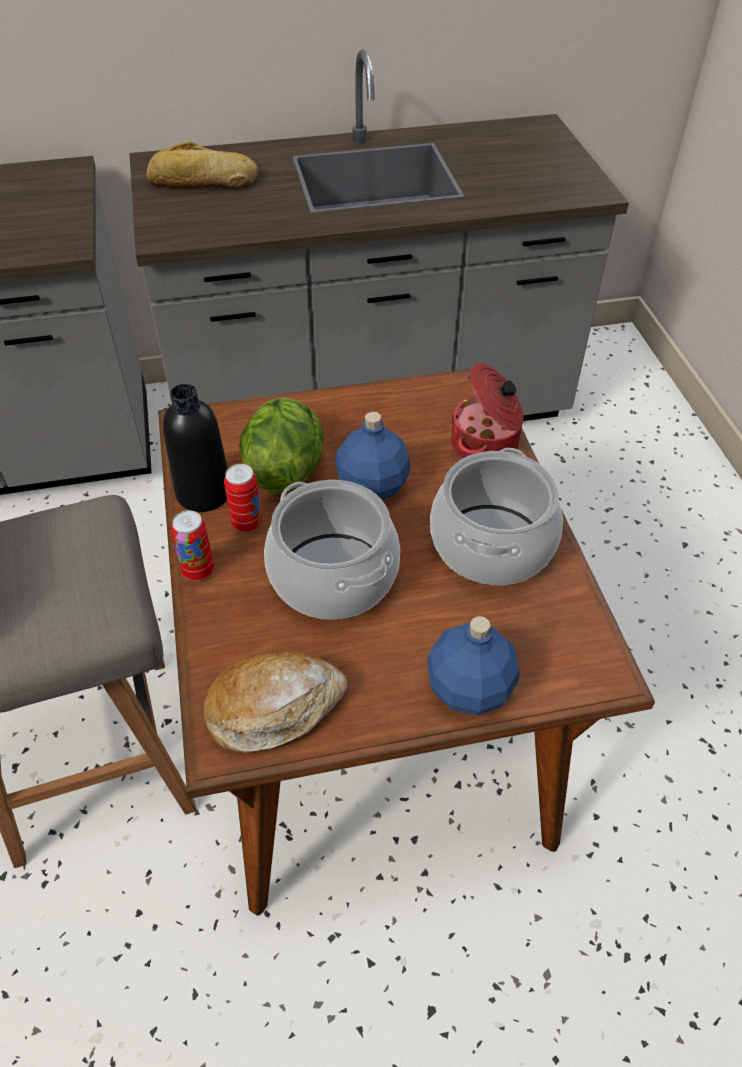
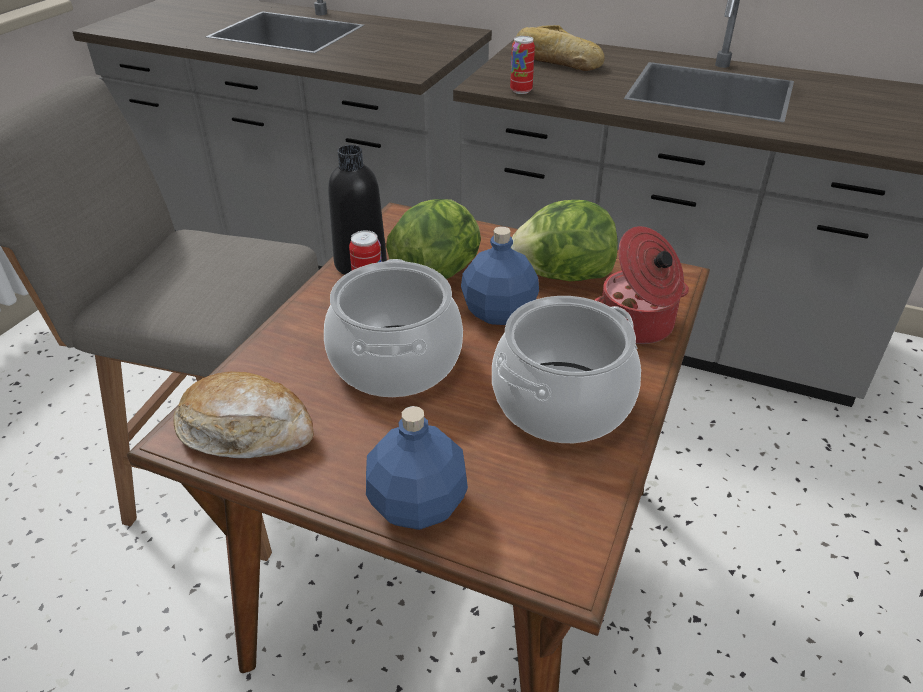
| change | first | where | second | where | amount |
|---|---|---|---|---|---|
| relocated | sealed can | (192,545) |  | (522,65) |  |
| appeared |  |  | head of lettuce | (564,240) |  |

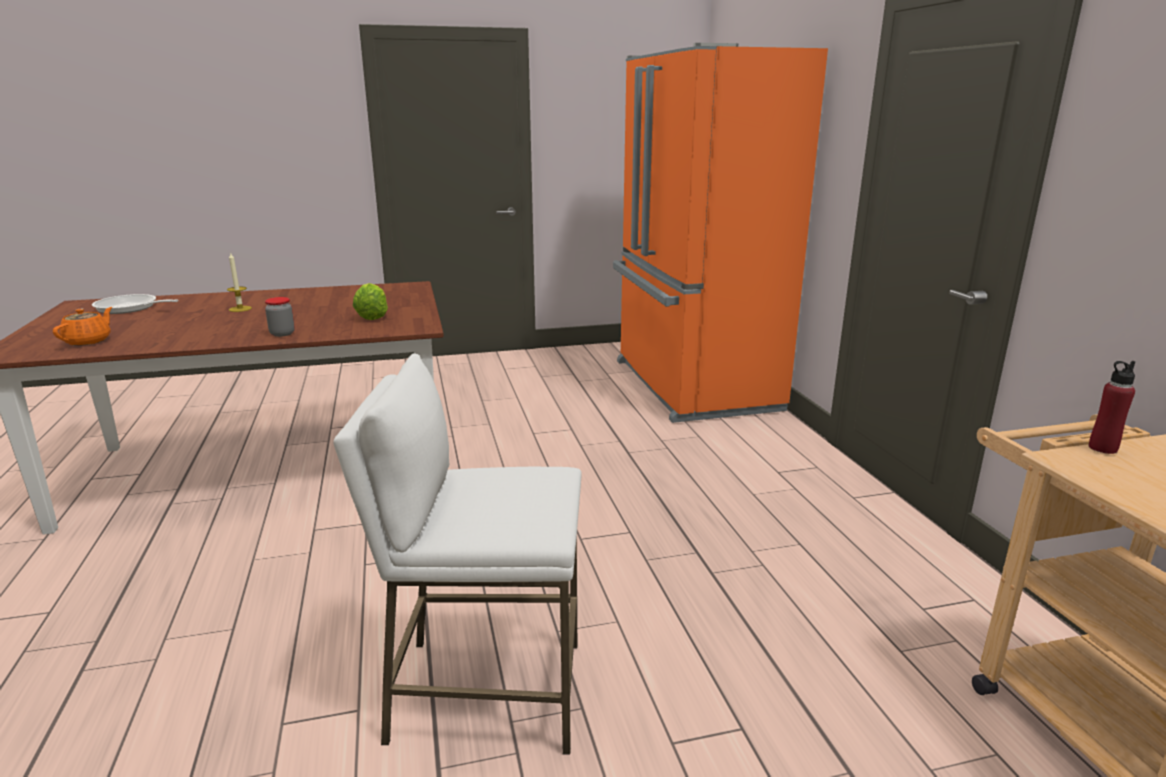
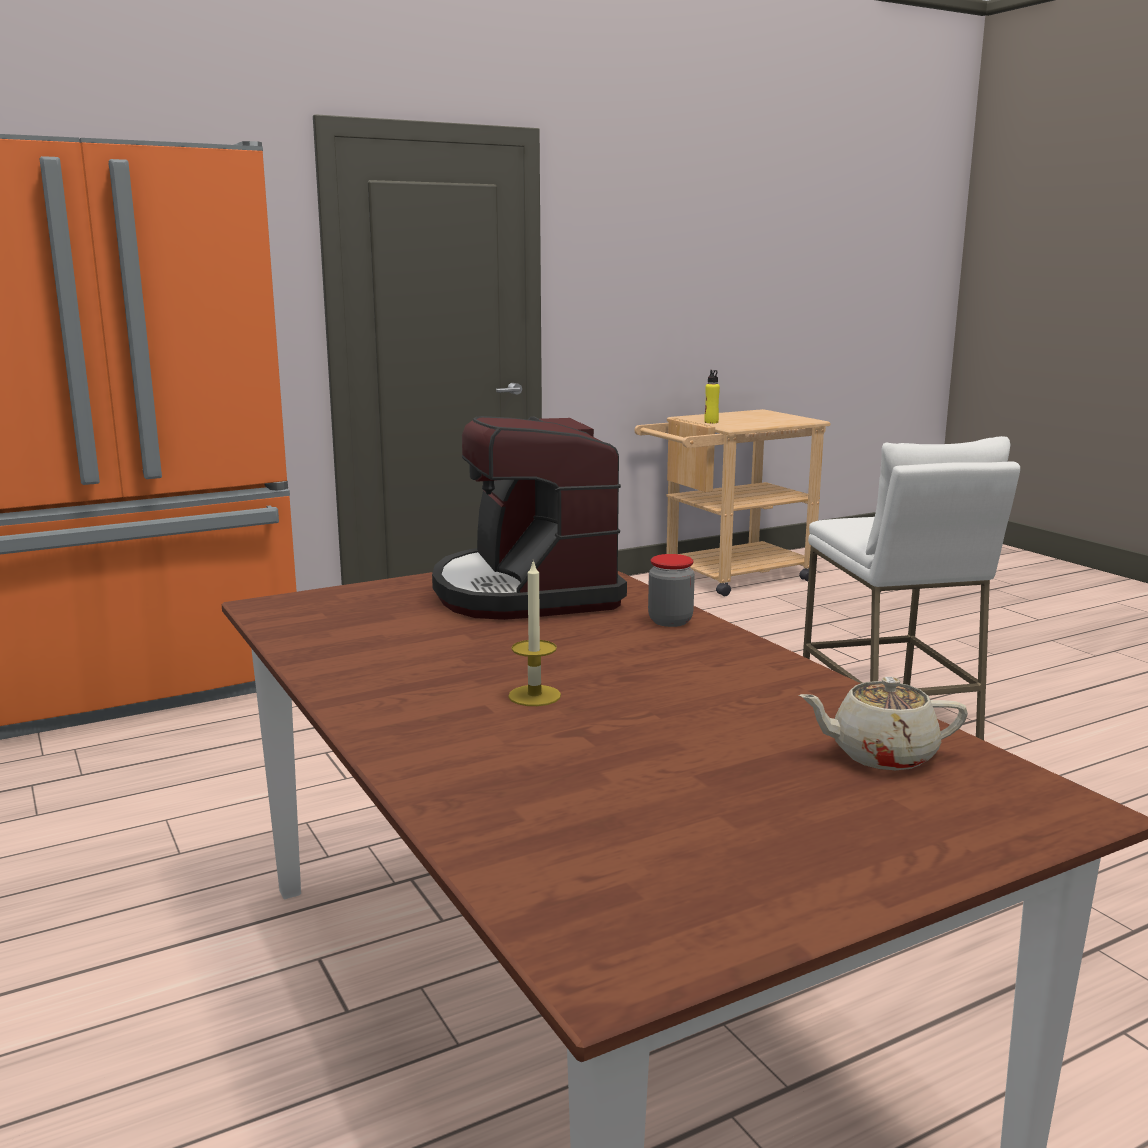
| change | first | where | second | where | amount |
|---|---|---|---|---|---|
| exchanged | head of lettuce | (370,301) | coffee brewer | (529,518) |  |
| missing | frying pan | (135,304) |  |  |  |
| colour | teapot/orange-coloured | (82,326) | teapot/sand-coloured | (883,723) |  |
| colour | bottle/reddish | (1112,407) | bottle/yellow | (712,396) |  |

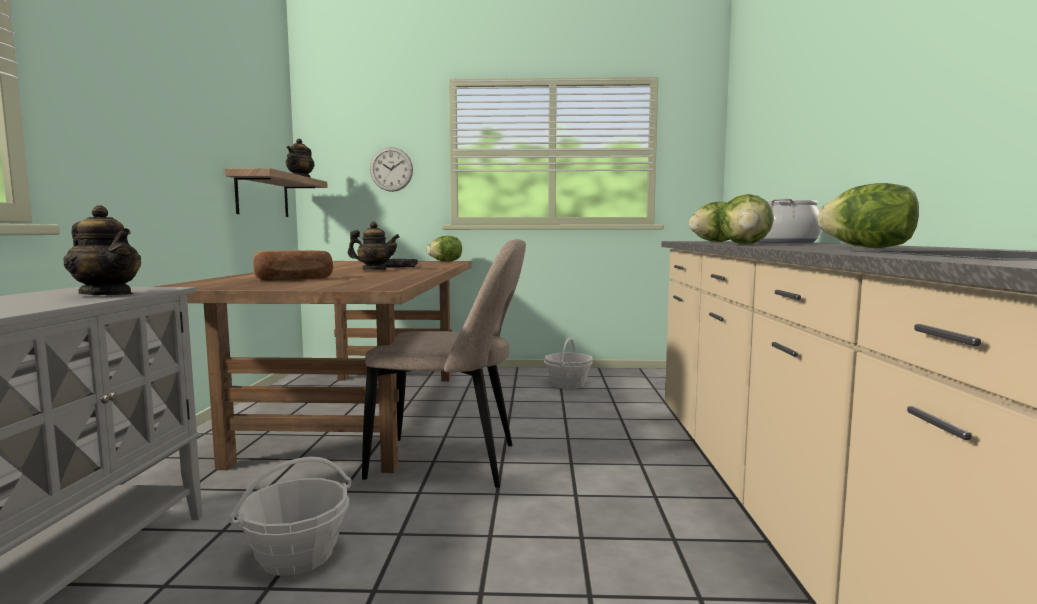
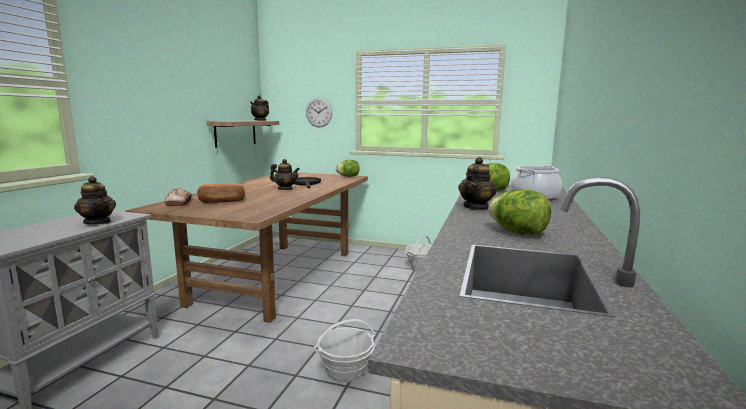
| change | first | where | second | where | amount |
|---|---|---|---|---|---|
| exchanged | head of lettuce | (746,219) | teapot | (477,183) |  |
| missing | chair/sand-coloured | (444,363) |  |  |  |
| relocated | basket | (290,516) |  | (345,351) |  |
| appeared |  |  | bakery bread | (178,197) |  |

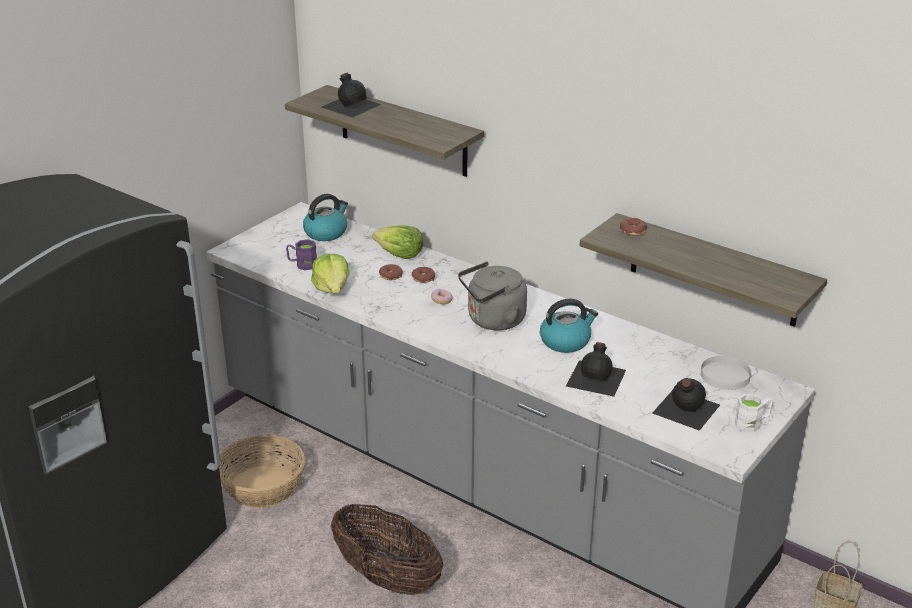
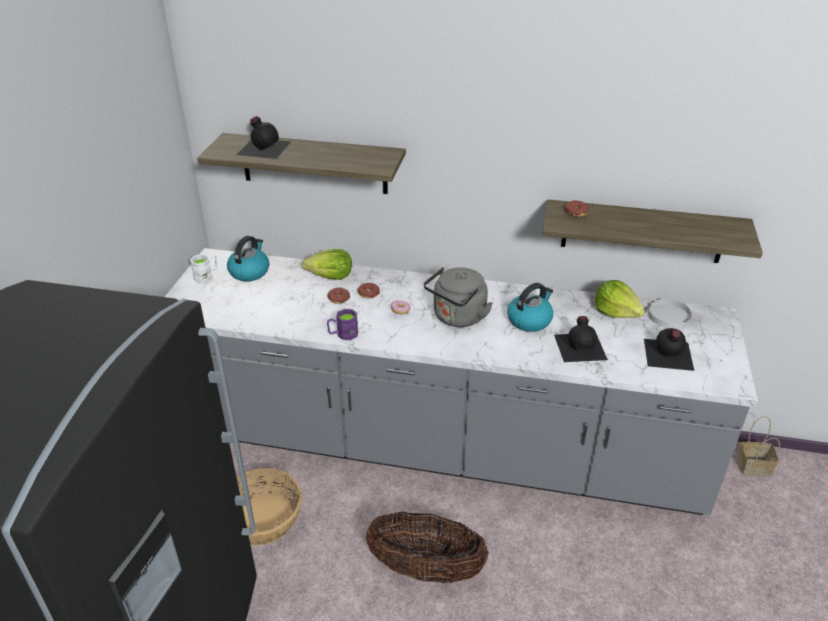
| change | first | where | second | where | amount |
|---|---|---|---|---|---|
| relocated | coffee mug/purple-coloured | (301,254) |  | (342,324) |  |
| relocated | head of lettuce | (330,274) |  | (620,299) |  |
| relocated | coffee mug/white | (753,413) |  | (204,268) |  |

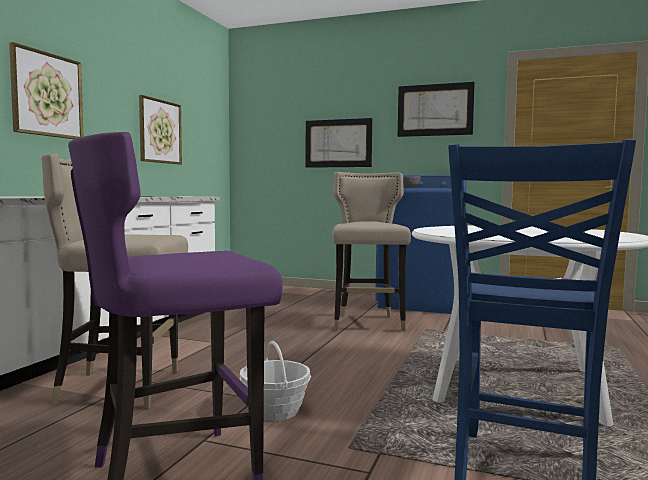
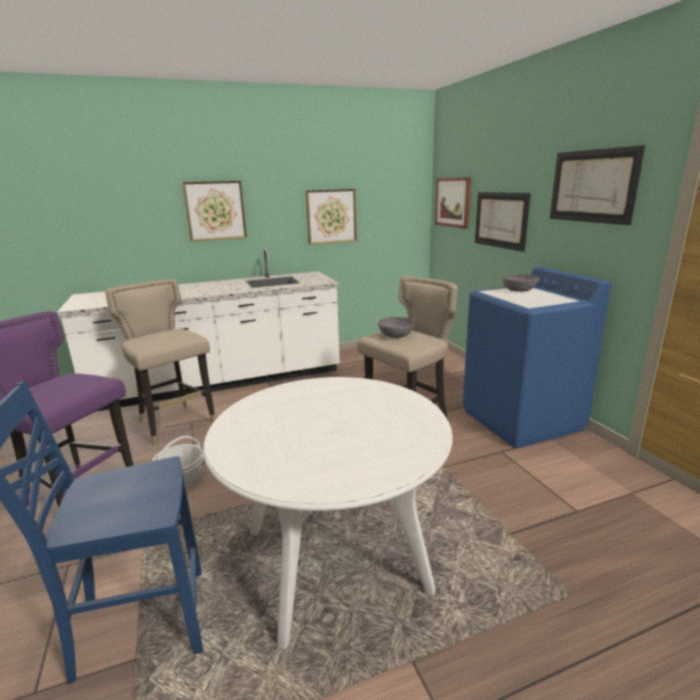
| change | first | where | second | where | amount |
|---|---|---|---|---|---|
| appeared |  |  | picture | (453,203) |  |
| appeared |  |  | serving bowl/greyish | (396,327) |  |

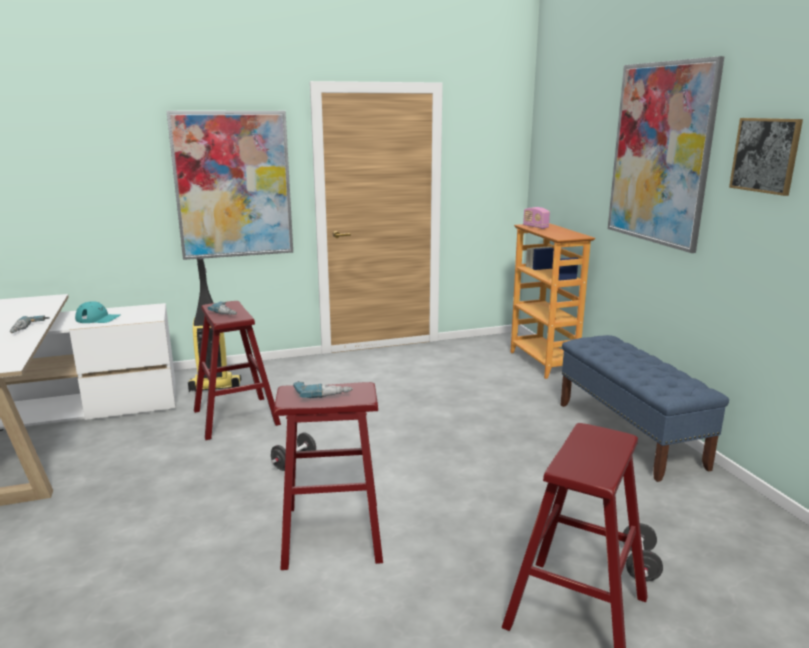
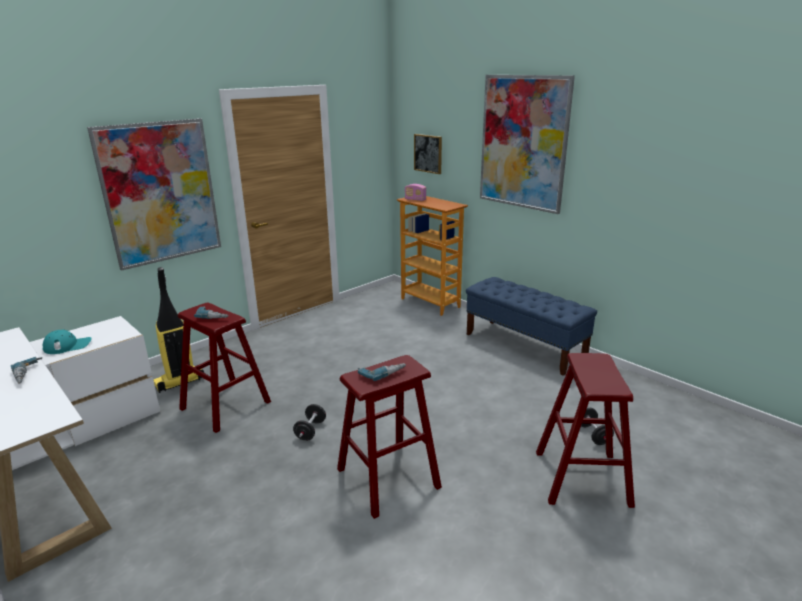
| change | first | where | second | where | amount |
|---|---|---|---|---|---|
| relocated | picture | (766,157) |  | (428,154) |  |

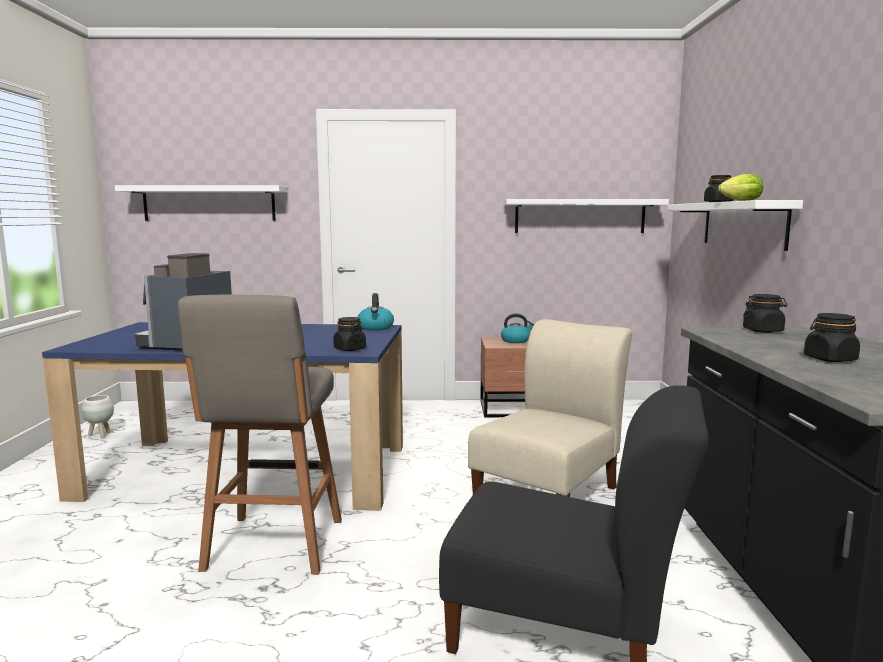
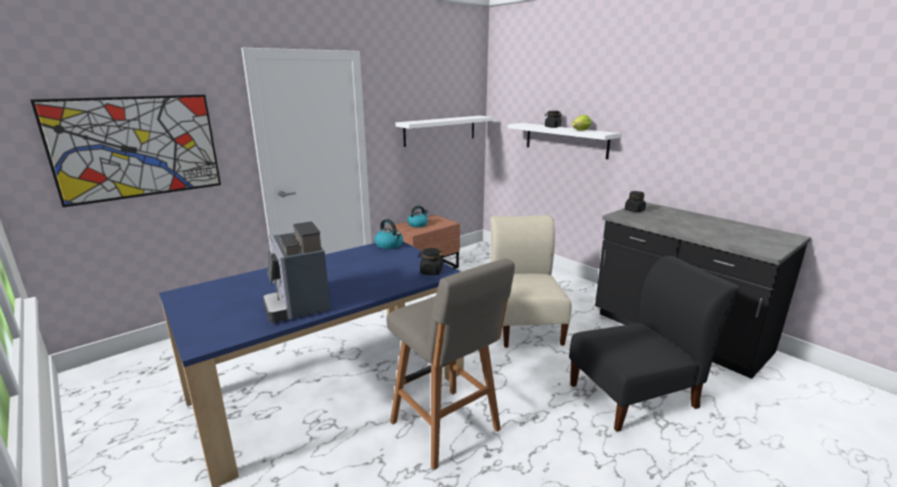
| change | first | where | second | where | amount |
|---|---|---|---|---|---|
| exchanged | wall shelf/white | (201,203) | picture | (125,151) |  |
| missing | storage jar/blackish | (832,337) |  |  |  |
| missing | planter/white | (98,416) |  |  |  |

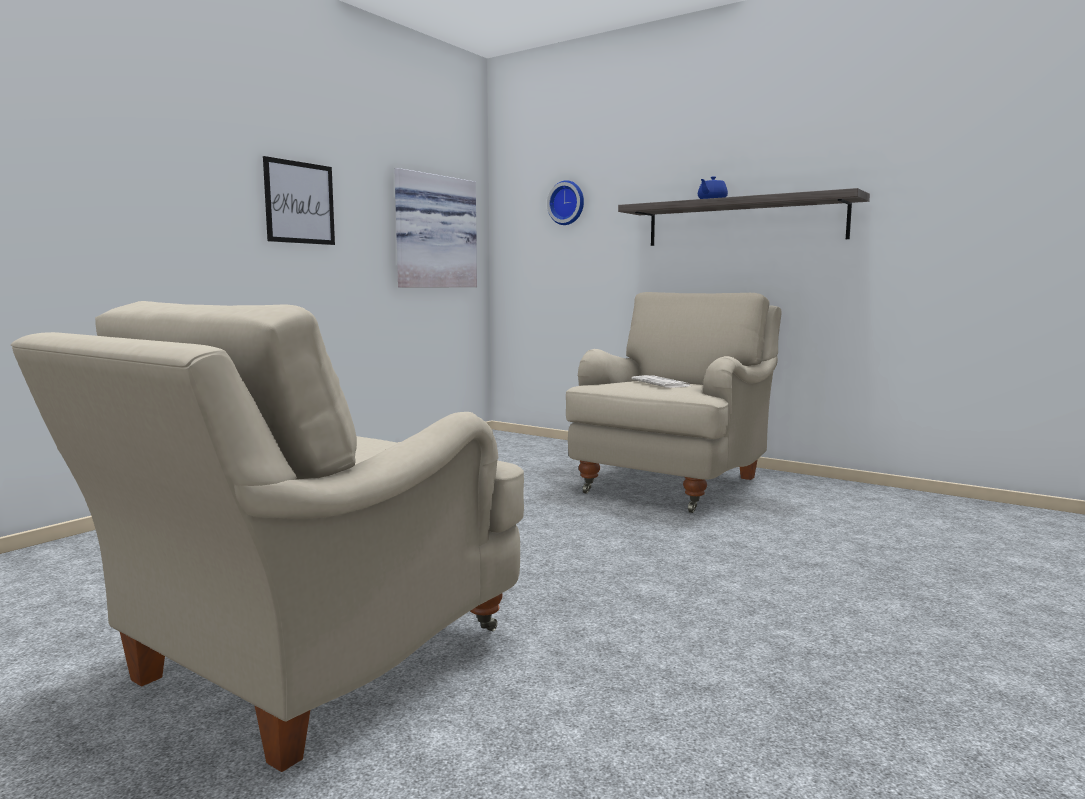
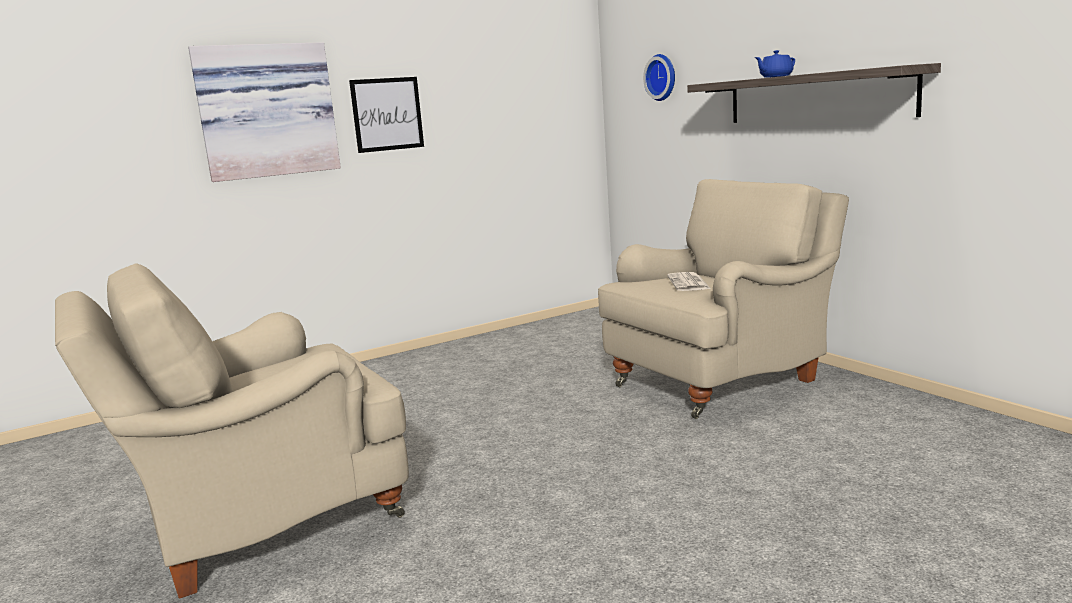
| change | first | where | second | where | amount |
|---|---|---|---|---|---|
| relocated | picture | (435,228) |  | (264,112) |  |

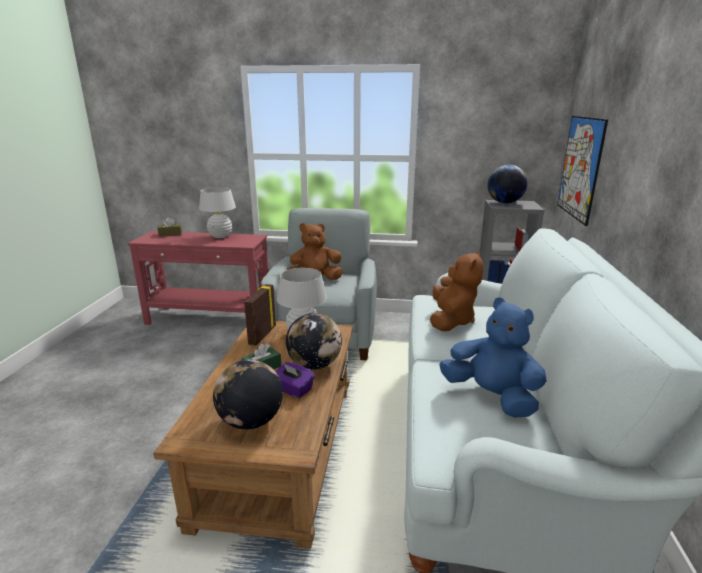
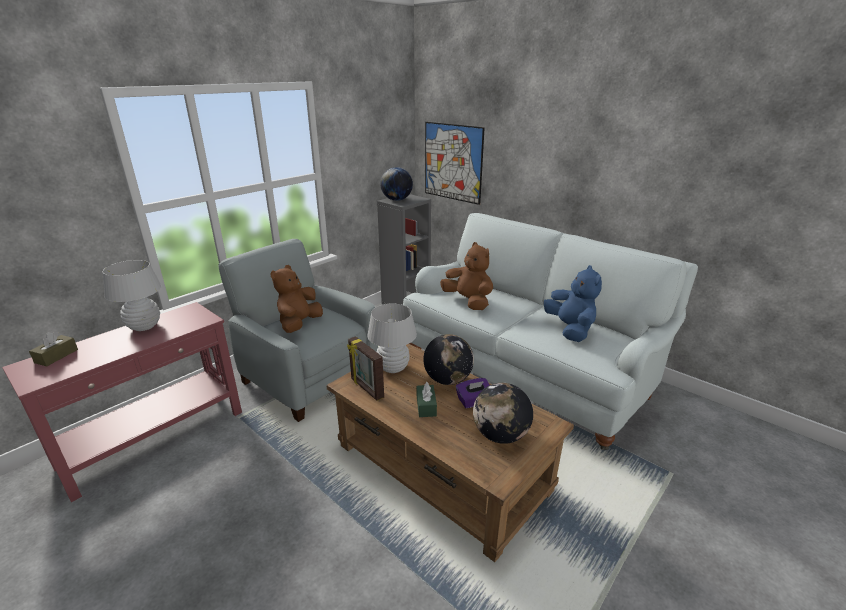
| change | first | where | second | where | amount |
|---|---|---|---|---|---|
| spun | cuddly toy/blue | (493,357) |  | (573,303) | 90 degrees clockwise |

